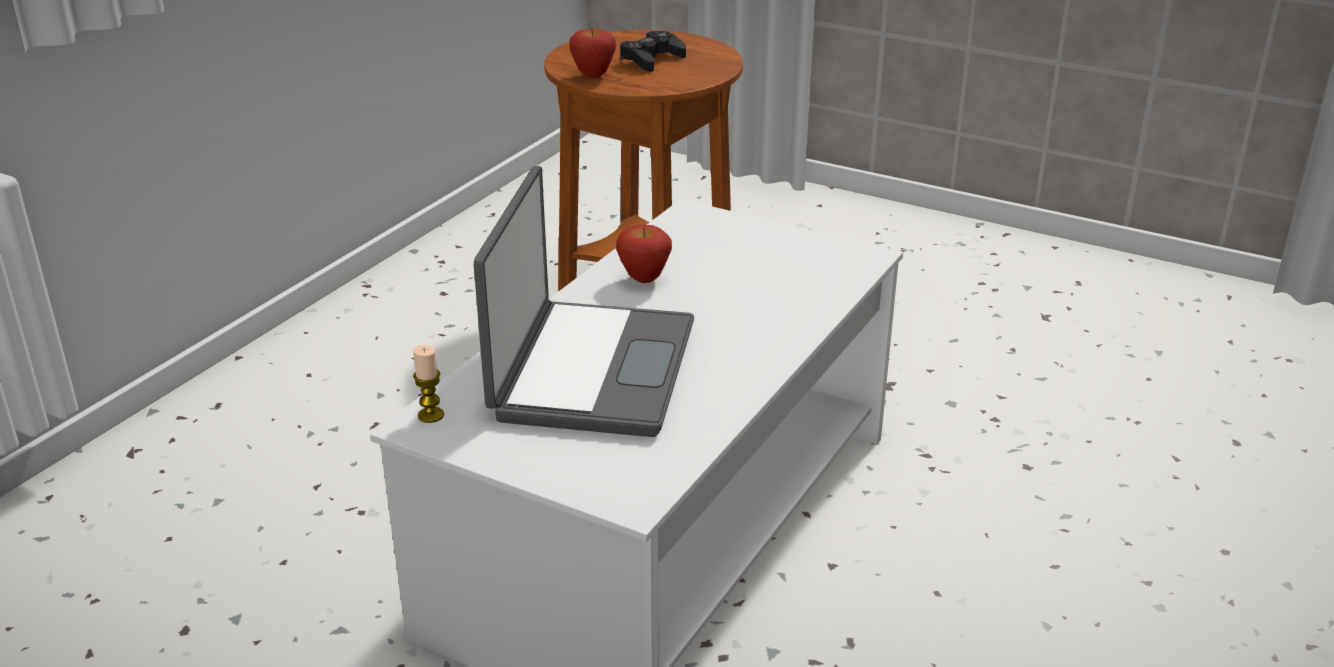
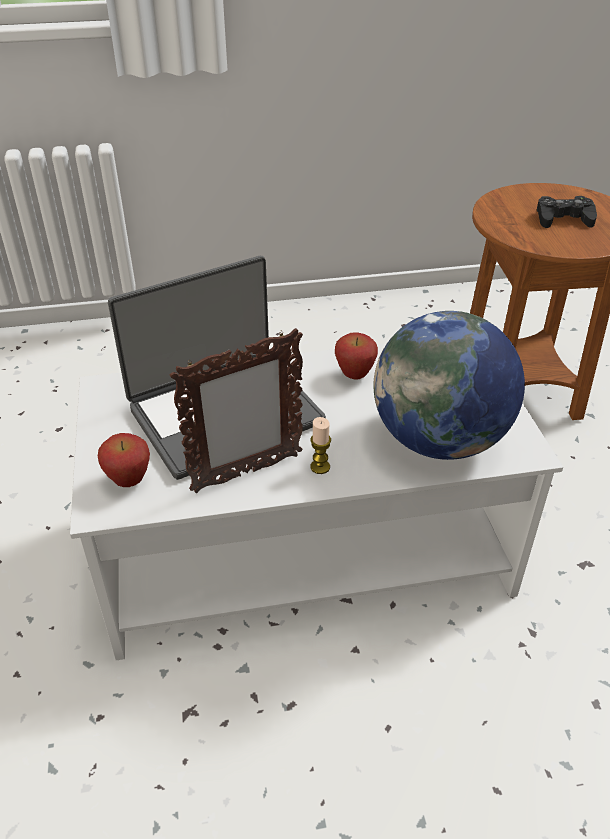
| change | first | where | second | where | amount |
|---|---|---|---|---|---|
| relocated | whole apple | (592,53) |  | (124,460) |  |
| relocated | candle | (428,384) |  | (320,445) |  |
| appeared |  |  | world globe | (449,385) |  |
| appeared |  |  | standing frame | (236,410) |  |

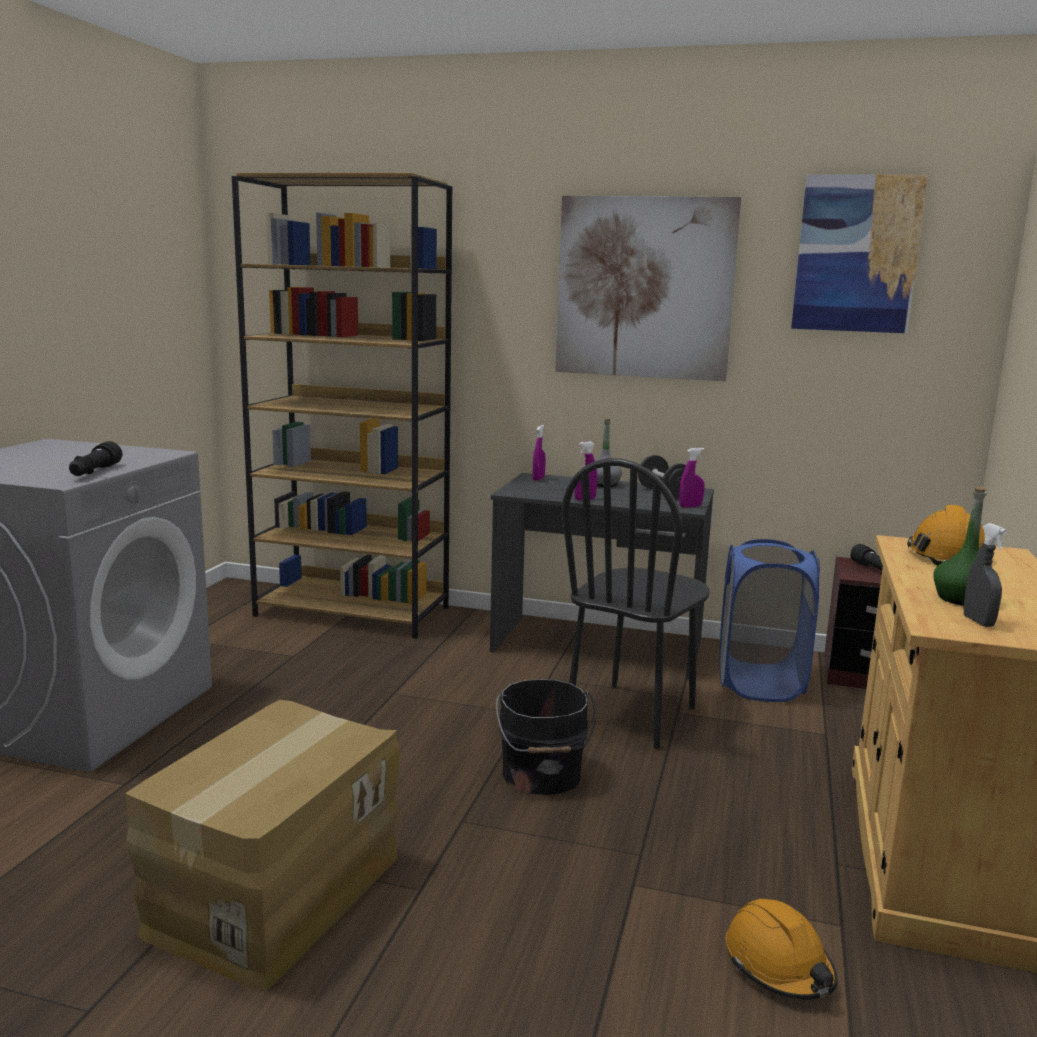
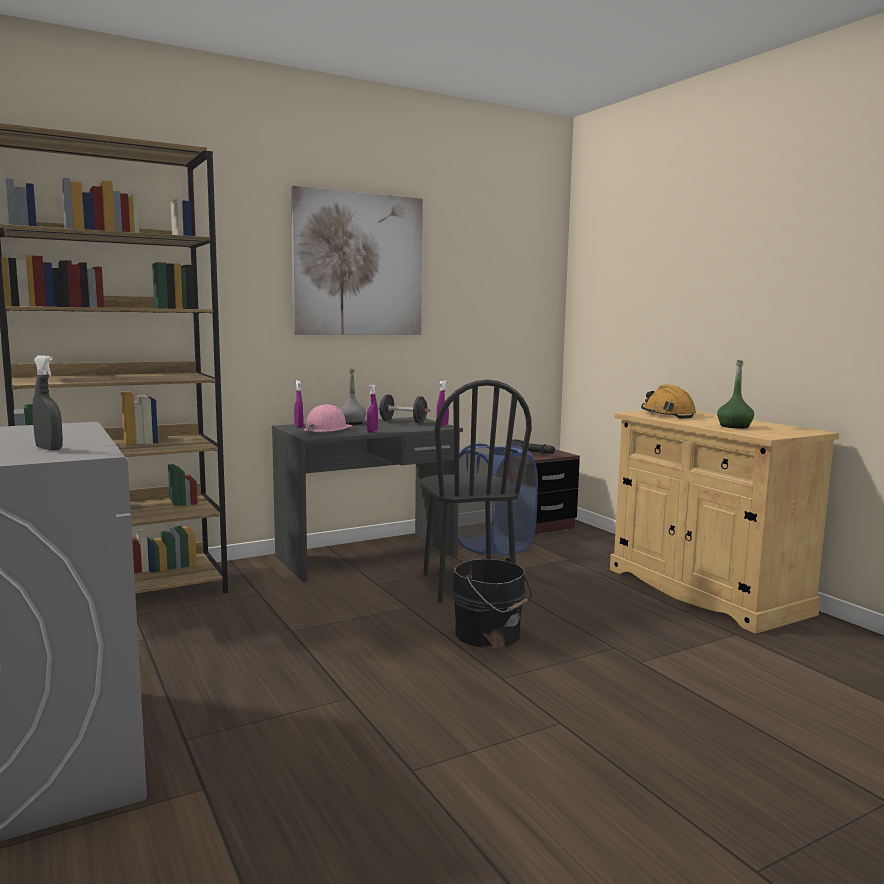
| change | first | where | second | where | amount |
|---|---|---|---|---|---|
| missing | picture | (859,253) |  |  |  |
| missing | hand torch/blackish | (96,458) |  |  |  |
| relocated | hand sprayer/greyish | (985,575) |  | (48,403) |  |
| missing | cardboard box | (262,845) |  |  |  |
| missing | hard hat/orange-coloured | (782,949) |  |  |  |
| appeared |  |  | hard hat/pink-coloured | (328,418) |  |

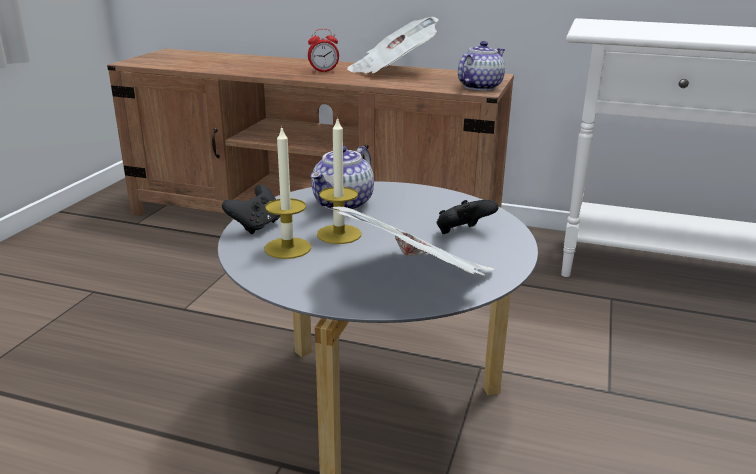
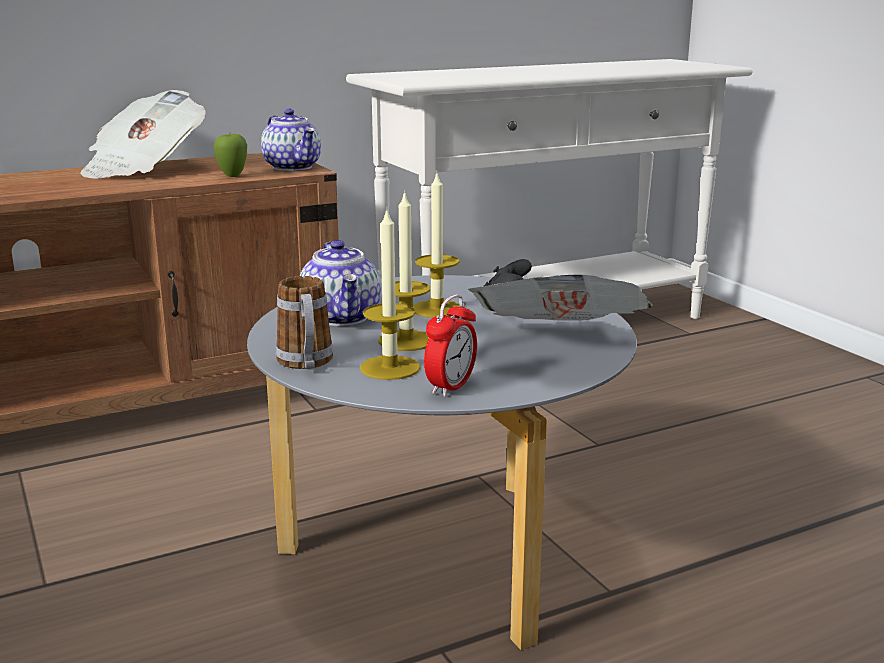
| change | first | where | second | where | amount |
|---|---|---|---|---|---|
| relocated | bedside clock | (323,50) |  | (450,346) |  |
| spun | teapot | (481,66) |  | (291,140) | 150 degrees clockwise |
| exchanged | gamepad/blackish | (251,209) | coffee mug | (305,322) |  |
| appeared |  |  | whole apple | (230,155) |  |
| appeared |  |  | candle | (436,246) |  |

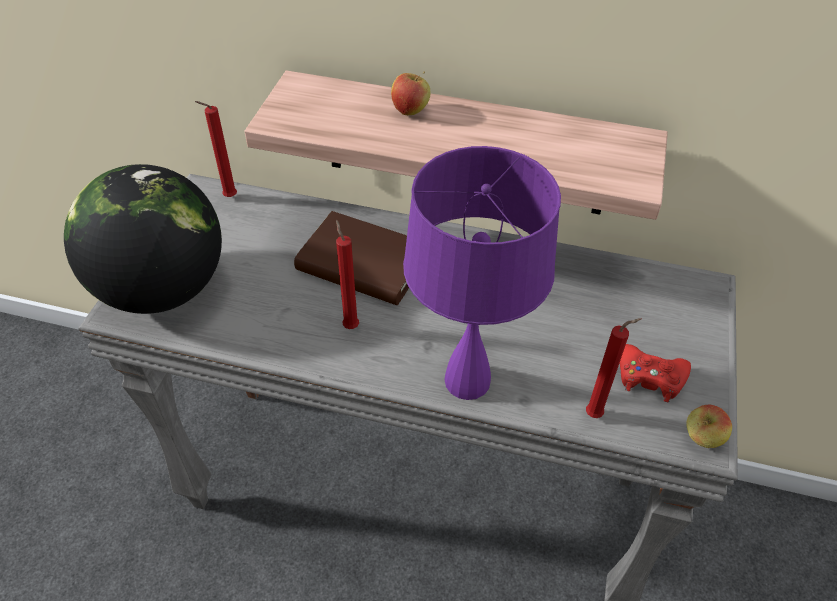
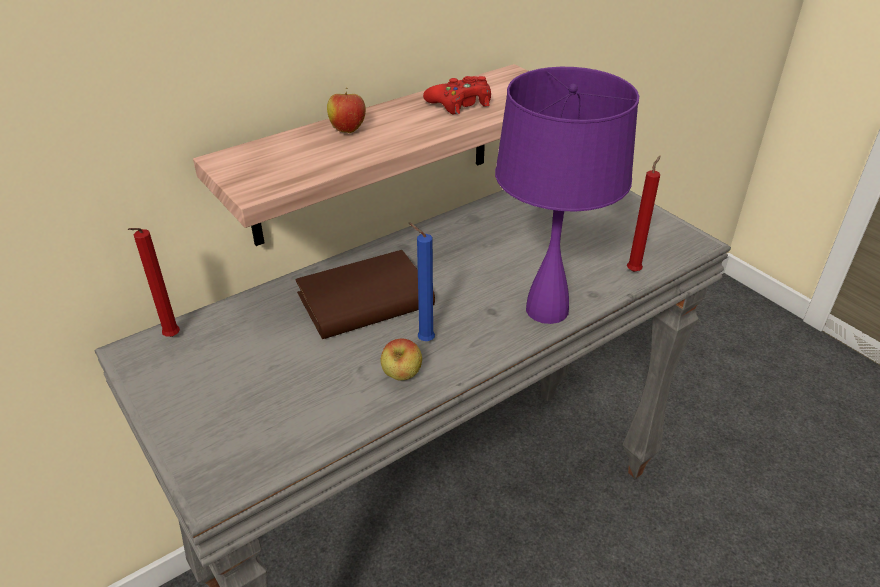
| change | first | where | second | where | amount |
|---|---|---|---|---|---|
| missing | world globe | (143,239) |  |  |  |
| colour | candle/reddish | (347,274) | candle/blue | (422,282) |  |
| relocated | gamepad/reddish | (655,373) |  | (457,95) |  |
| relocated | whole apple | (709,426) |  | (401,359) |  |

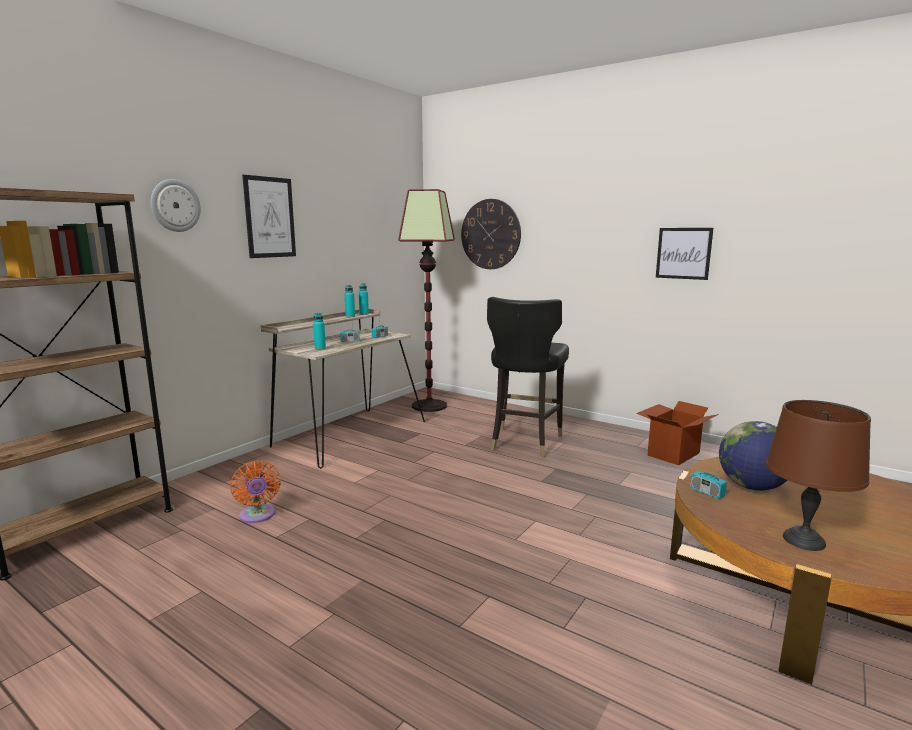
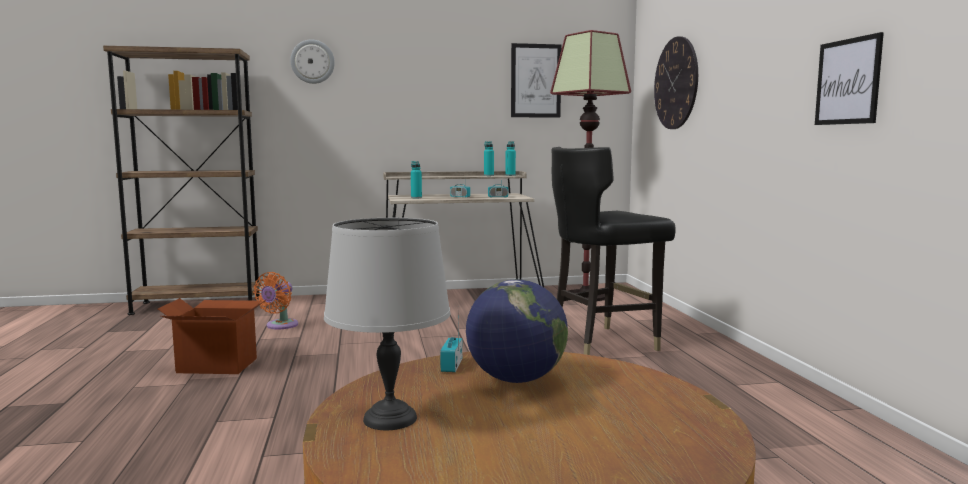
| change | first | where | second | where | amount |
|---|---|---|---|---|---|
| relocated | picture | (269,216) |  | (536,80) |  |
| colour | tabletop lamp/brown-coloured | (818,475) | tabletop lamp/greyish | (387,324) |  |
| relocated | cardboard box | (677,433) |  | (212,336) |  |

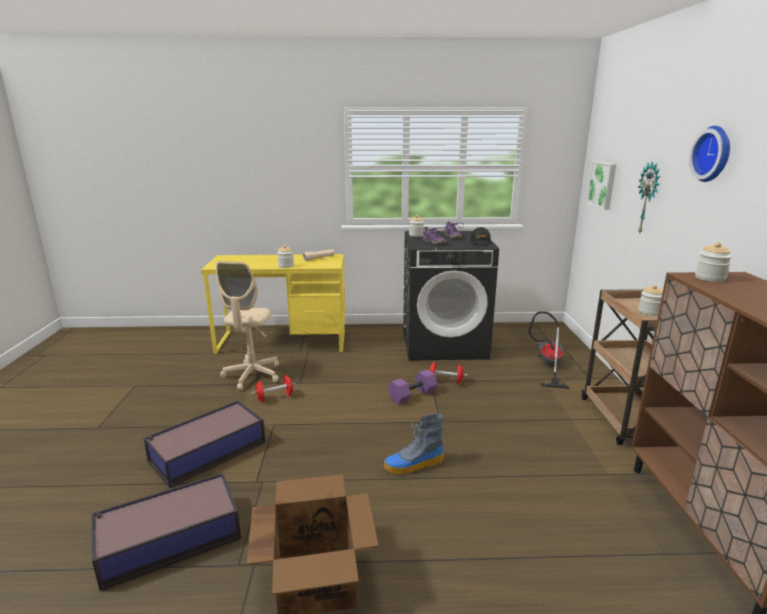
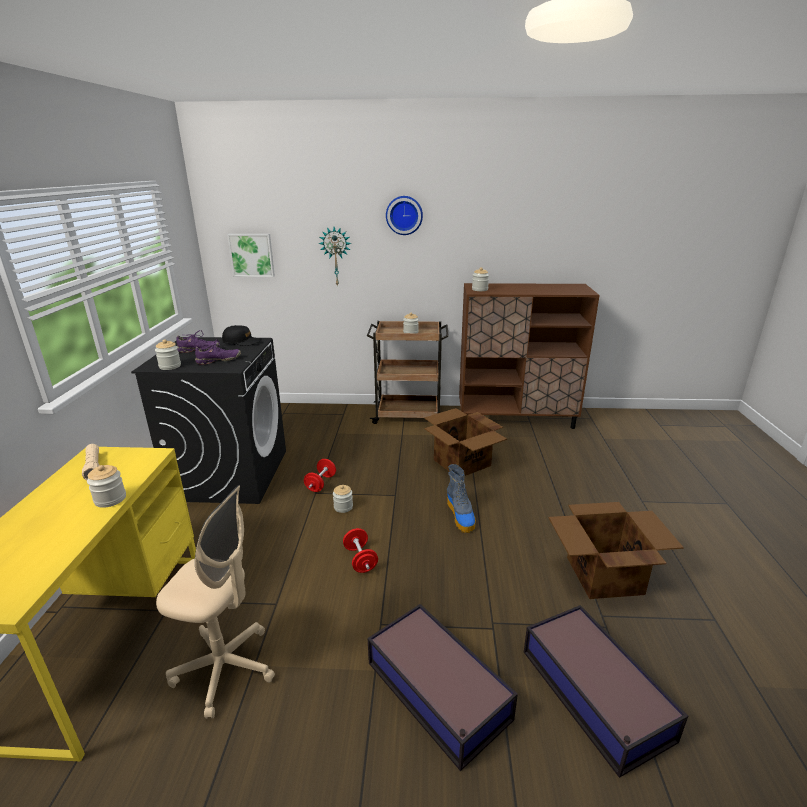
| change | first | where | second | where | amount |
|---|---|---|---|---|---|
| missing | vacuum | (549,350) |  |  |  |
| exchanged | hand weight/purple-coloured | (413,387) | storage jar | (343,499) |  |
| relocated | hand weight/reddish | (274,388) |  | (360,550) |  |
| appeared |  |  | cardboard box | (465,442) |  |

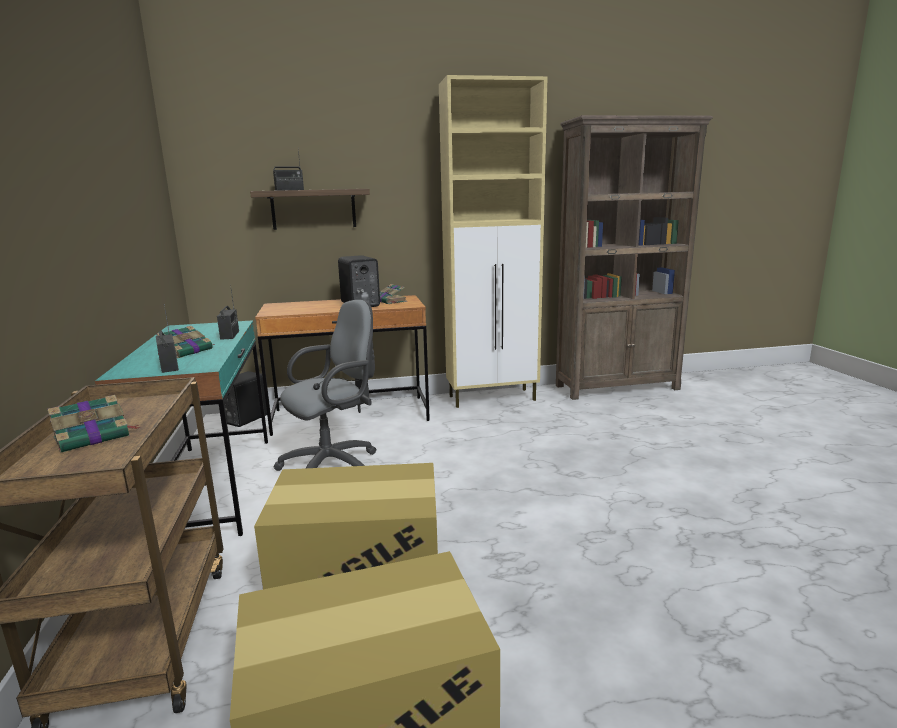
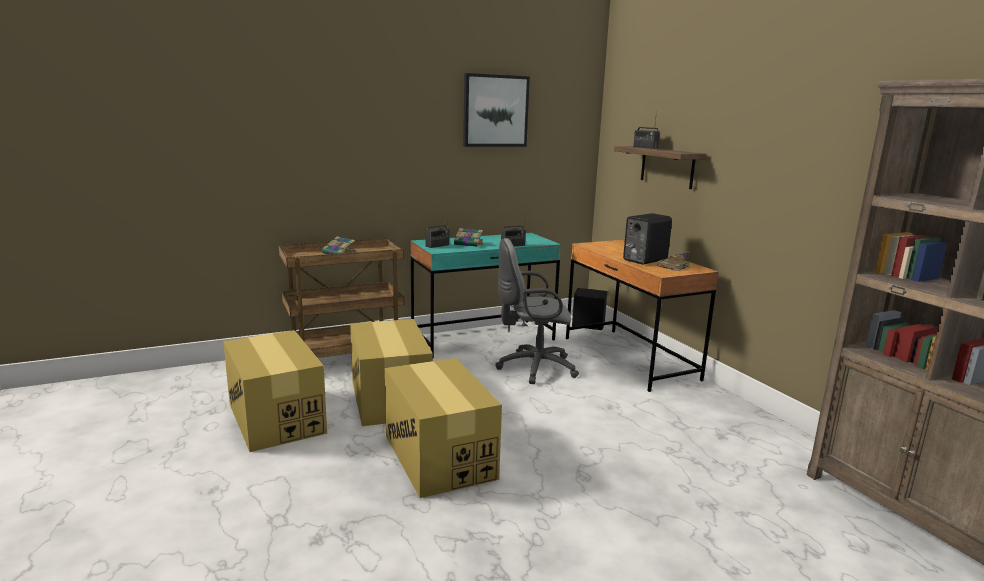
| change | first | where | second | where | amount |
|---|---|---|---|---|---|
| missing | storage cabinet/sand-coloured | (493,241) |  |  |  |
| spun | desk chair/greyish | (325,385) |  | (537,311) | 135 degrees clockwise |
| appeared |  |  | picture | (496,110) |  |
| appeared |  |  | cardboard box | (443,428) |  |

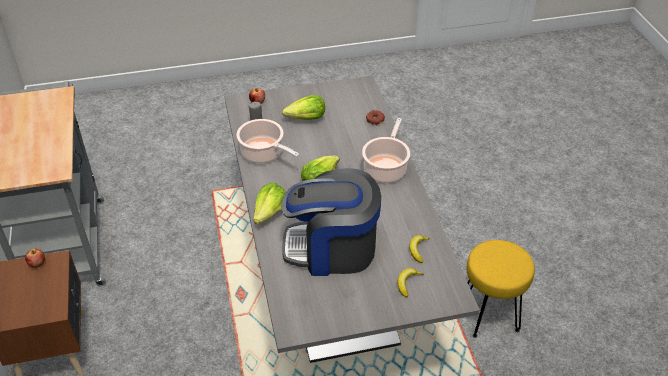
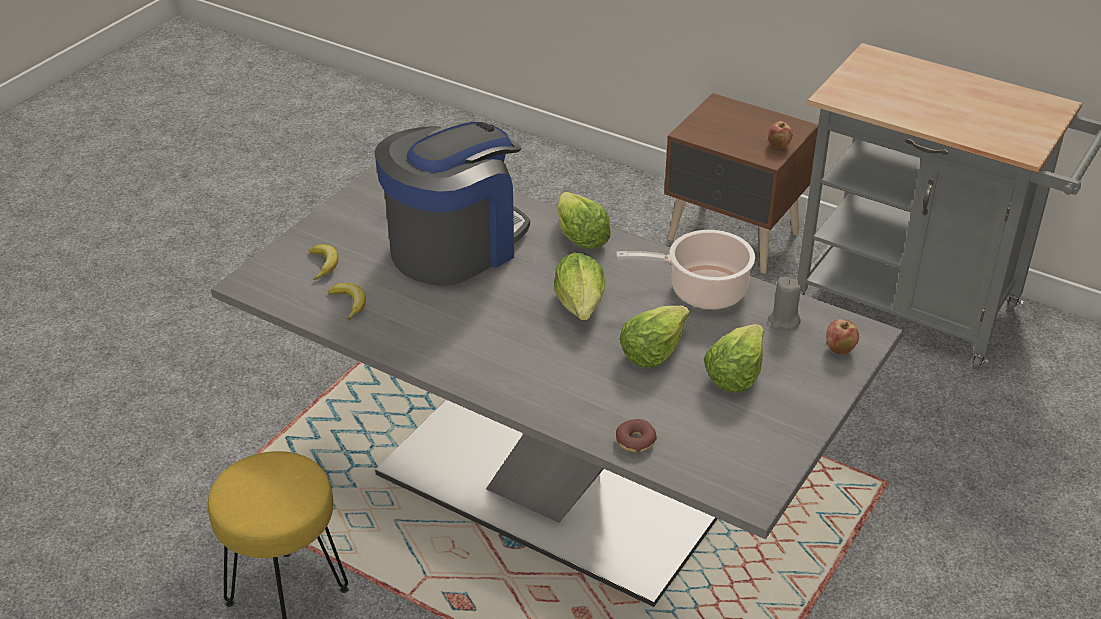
| change | first | where | second | where | amount |
|---|---|---|---|---|---|
| missing | stockpot | (386,150) |  |  |  |
| appeared |  |  | head of lettuce | (655,337) |  |

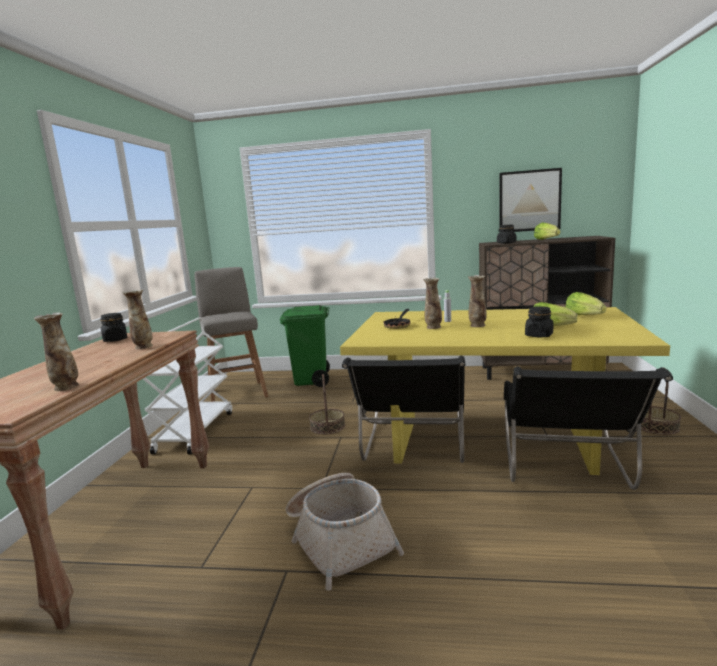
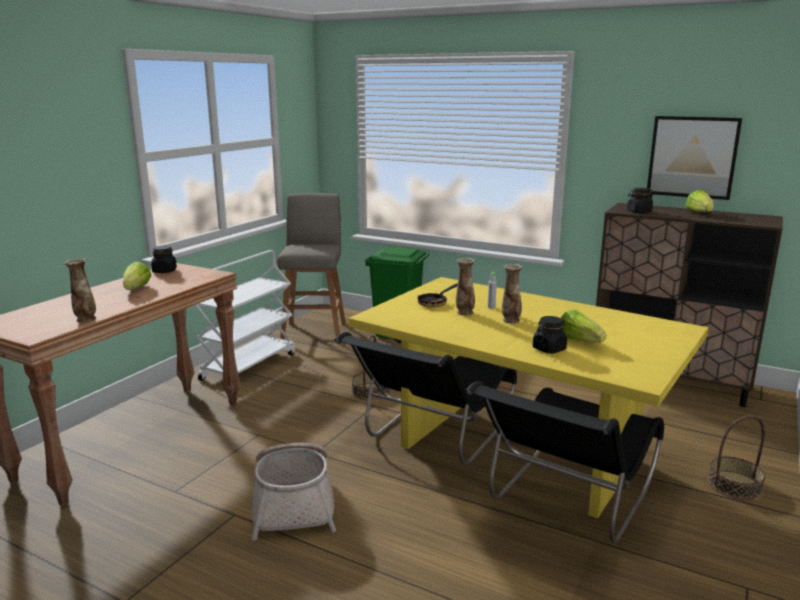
| change | first | where | second | where | amount |
|---|---|---|---|---|---|
| missing | vase | (137,319) |  |  |  |
| relocated | head of lettuce | (585,303) |  | (137,276) |  |

